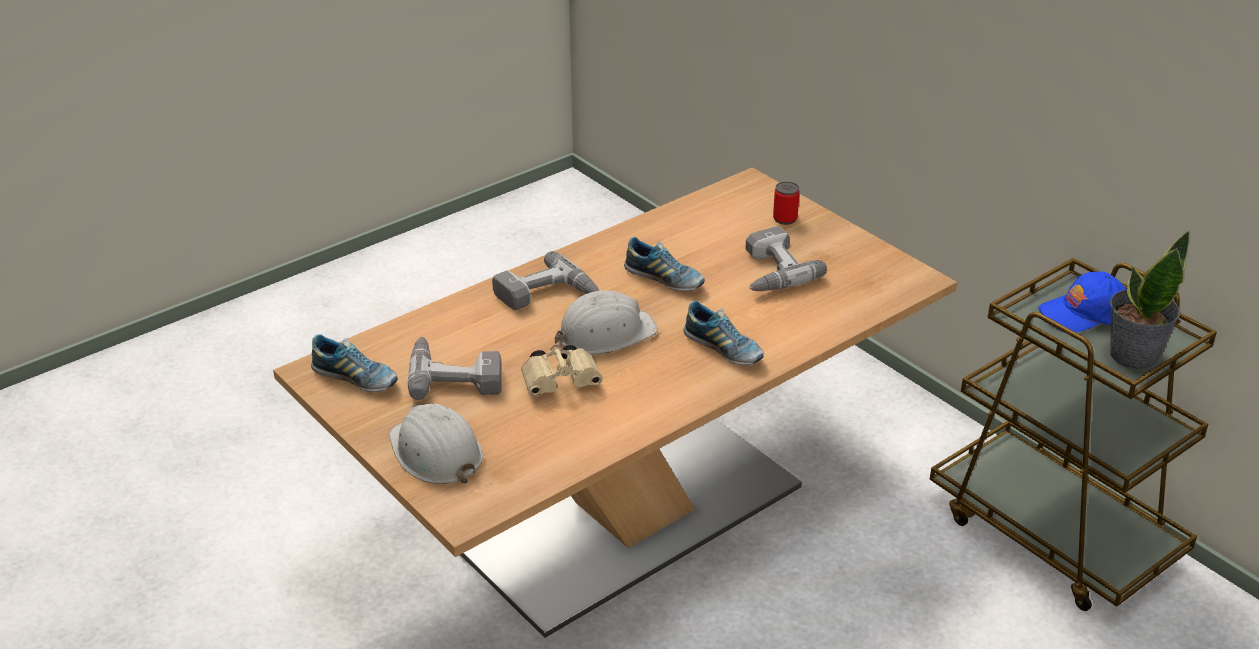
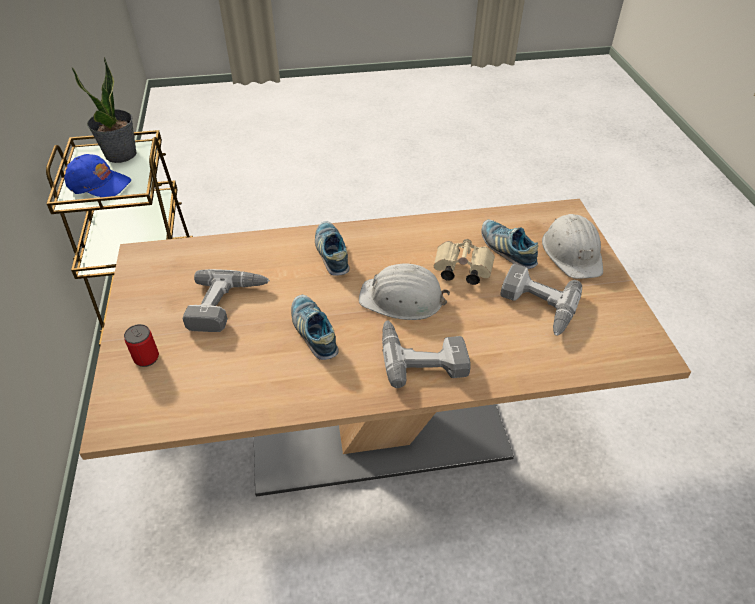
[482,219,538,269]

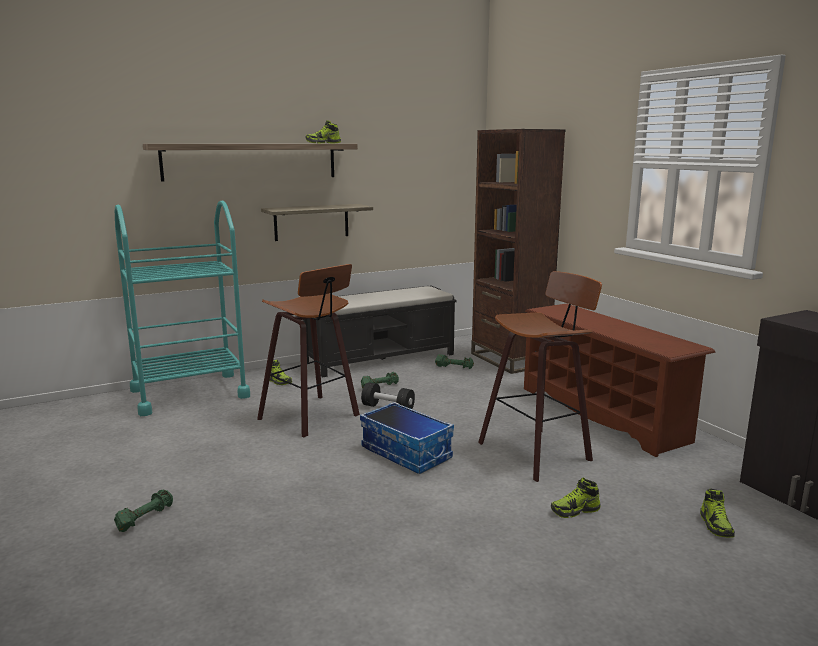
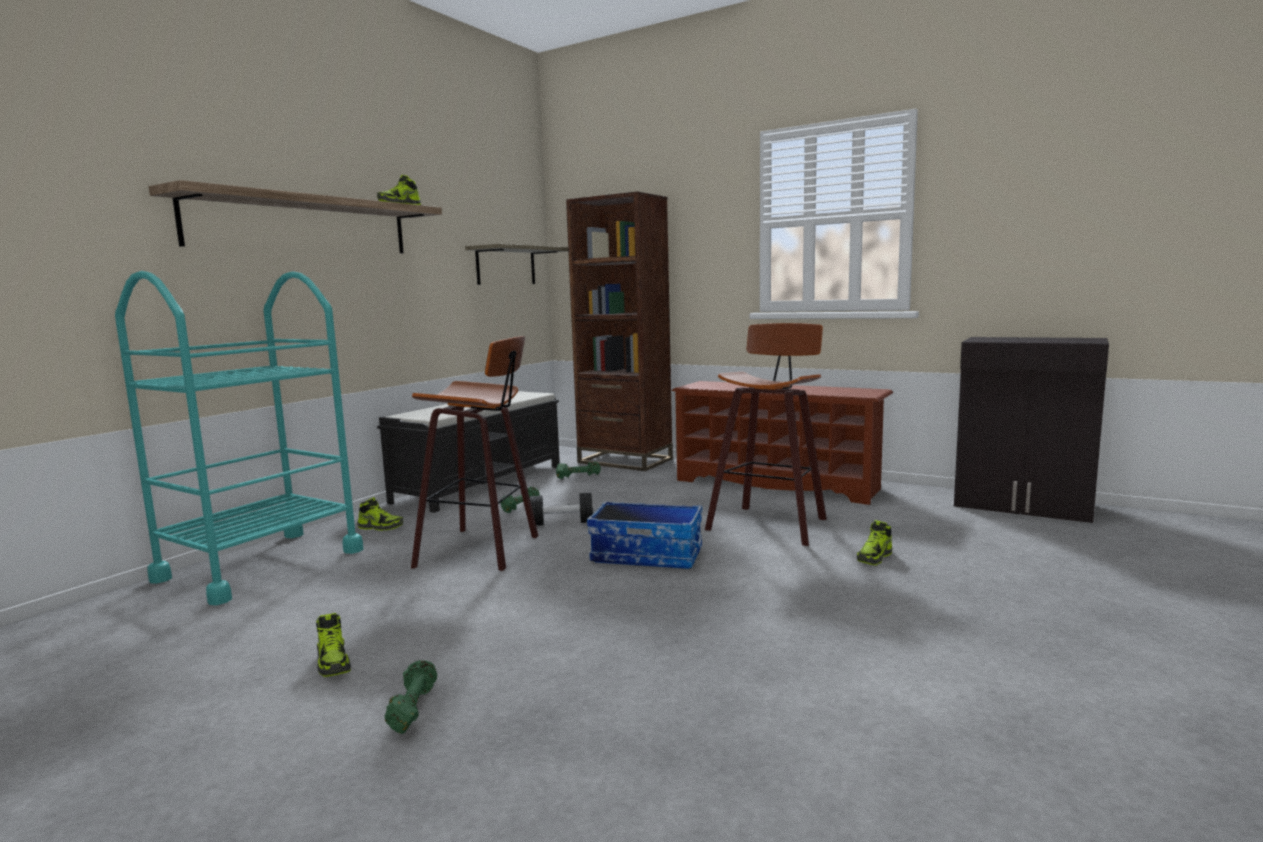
[465,244,568,285]
[316,613,351,677]

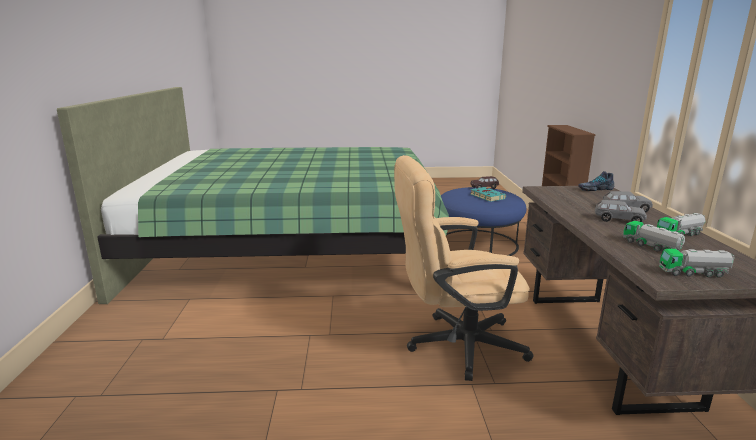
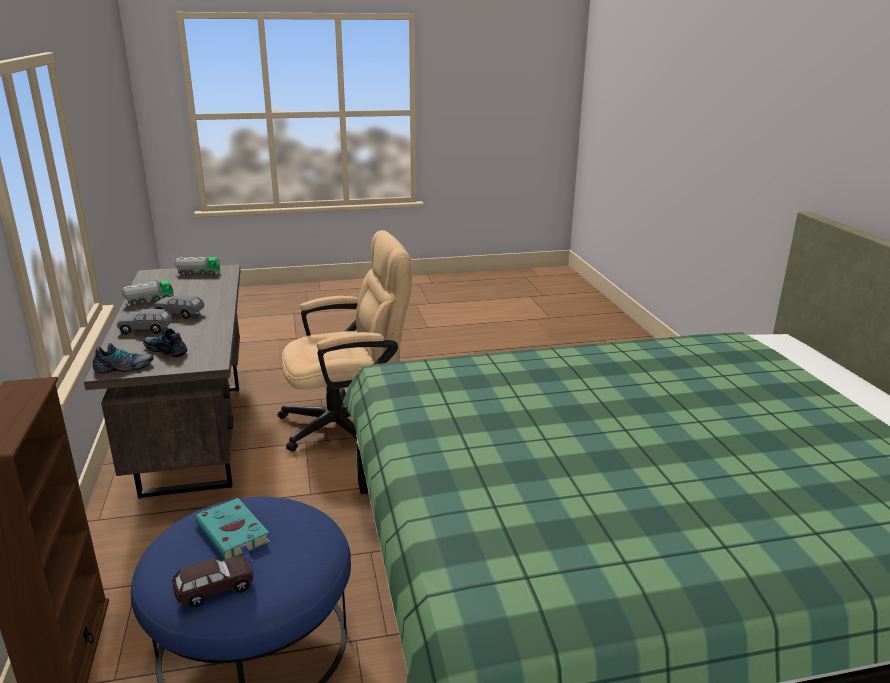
[623,221,685,252] (first image)
[143,328,187,357]

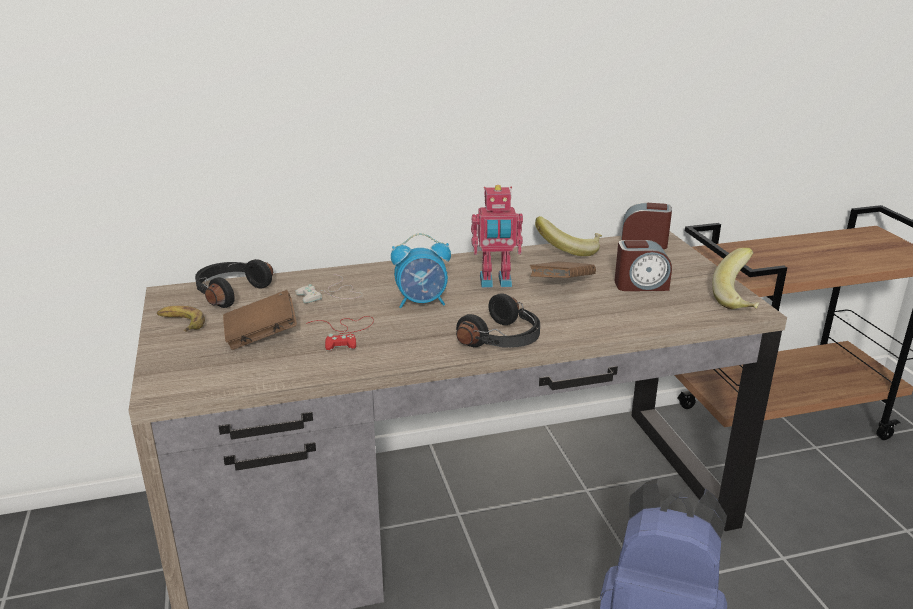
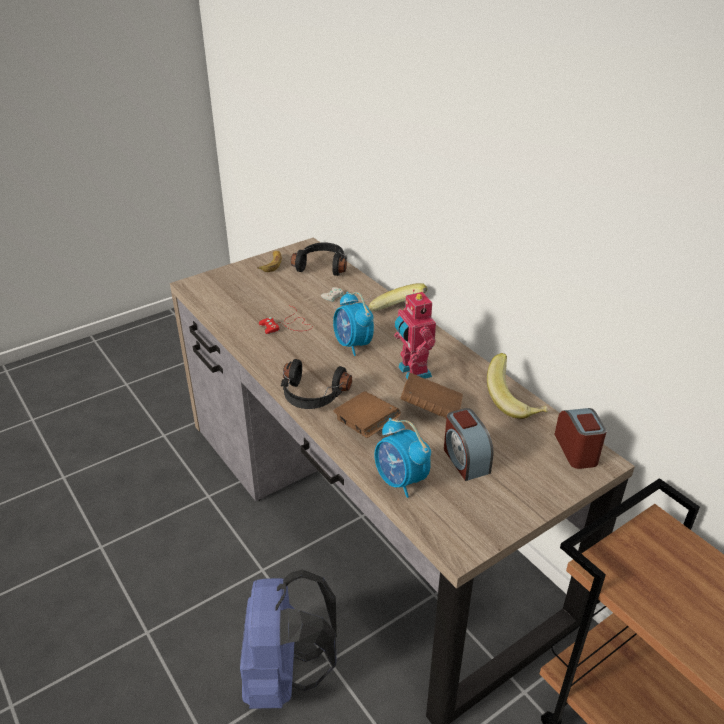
[369,283,428,312]
[333,392,401,438]
[374,418,431,498]

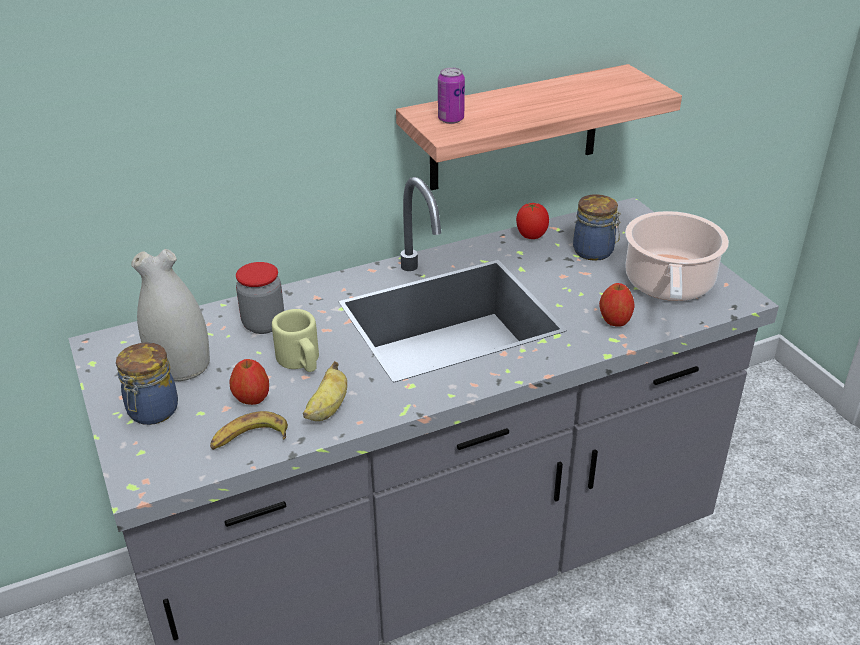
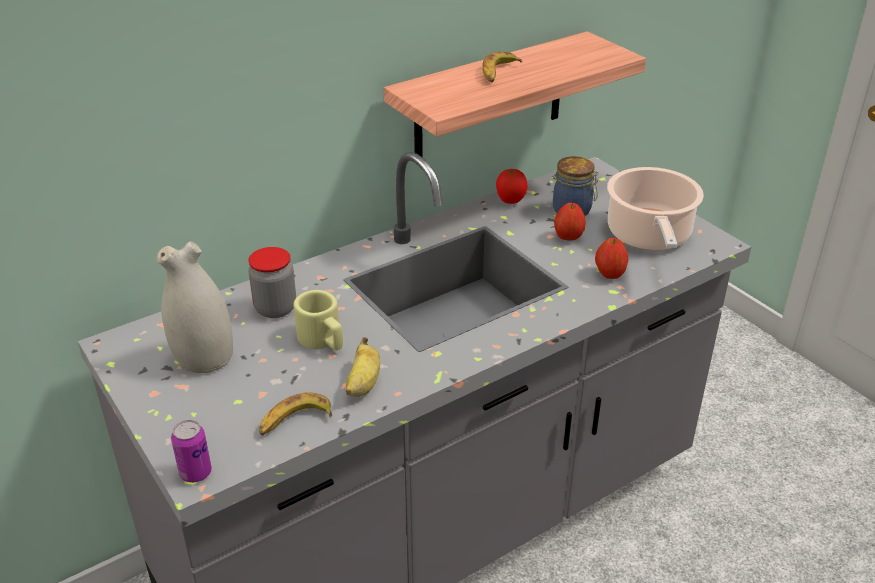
[171,420,212,483]
[116,342,178,425] (first image)
[554,203,586,241]
[482,52,522,82]

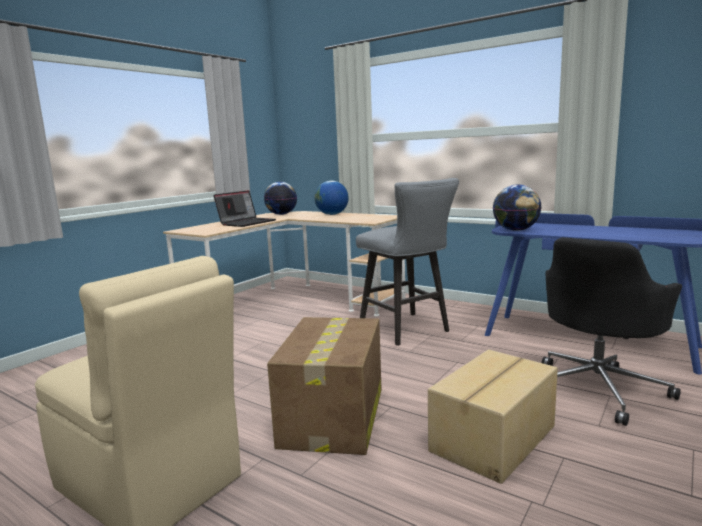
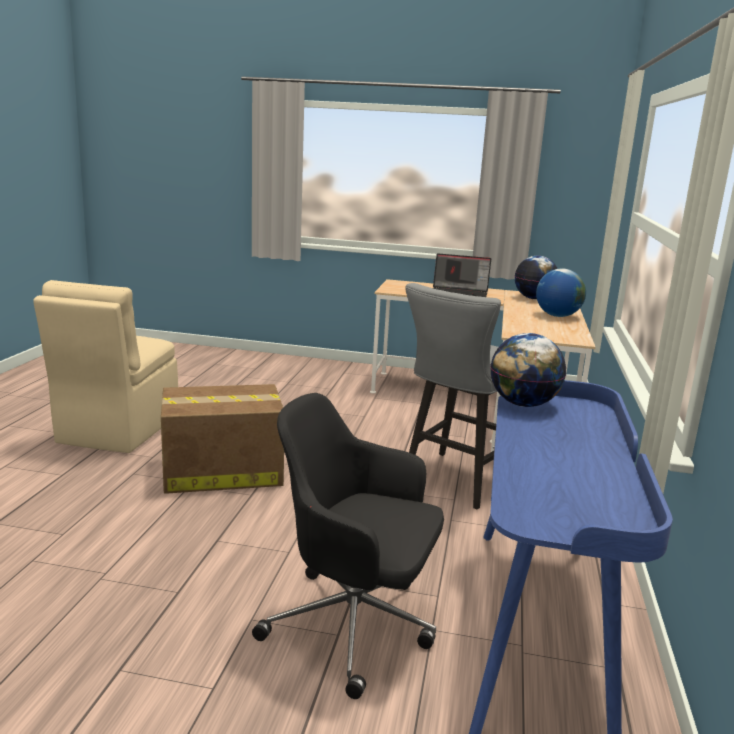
[428,350,558,484] (first image)

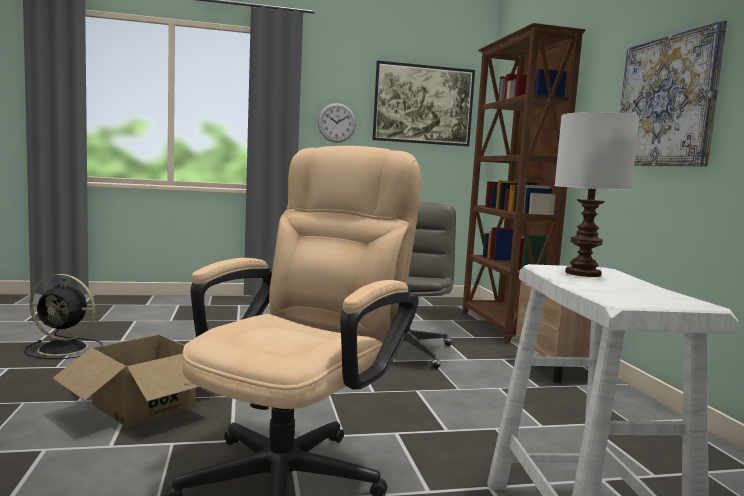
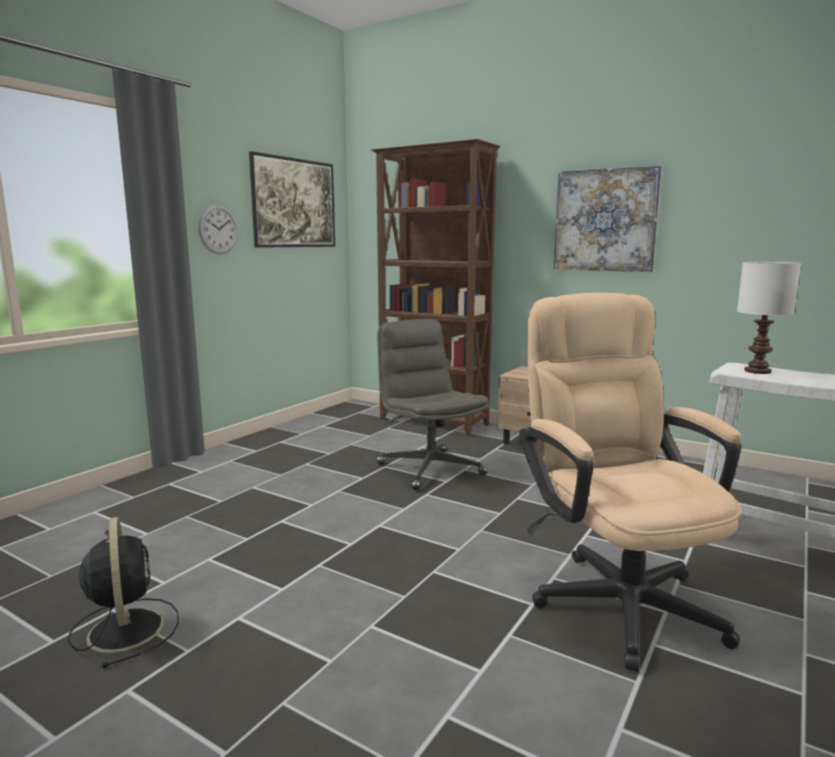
[68,517,179,668]
[52,335,200,427] (first image)

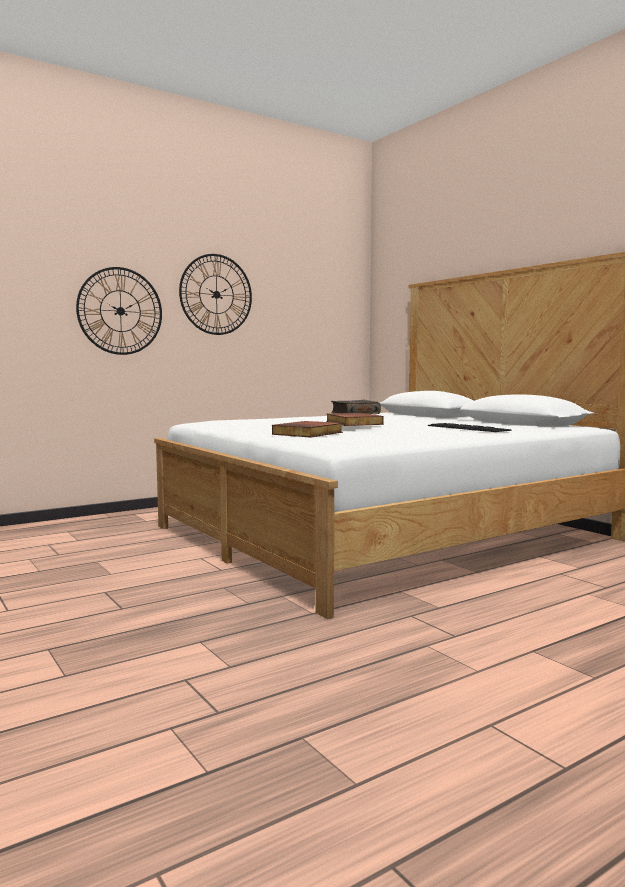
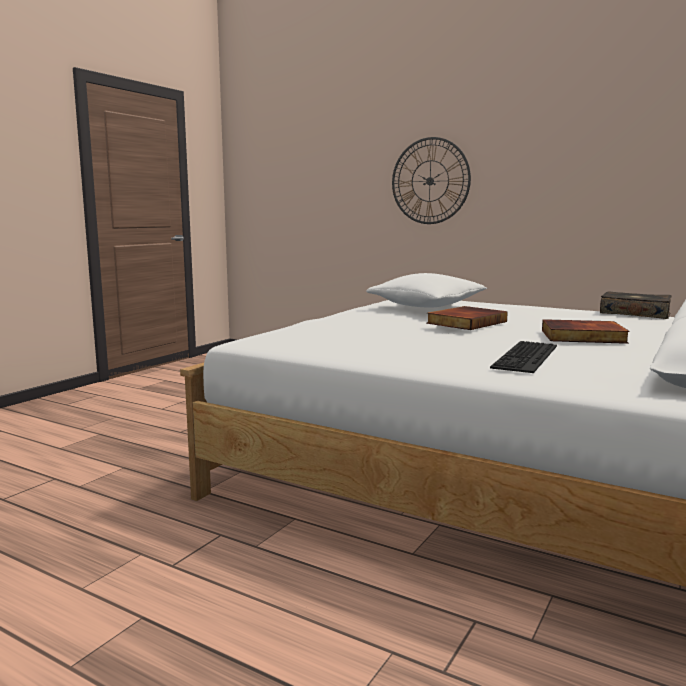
[179,254,252,335] (first image)
[542,319,630,344]
[366,273,487,307]

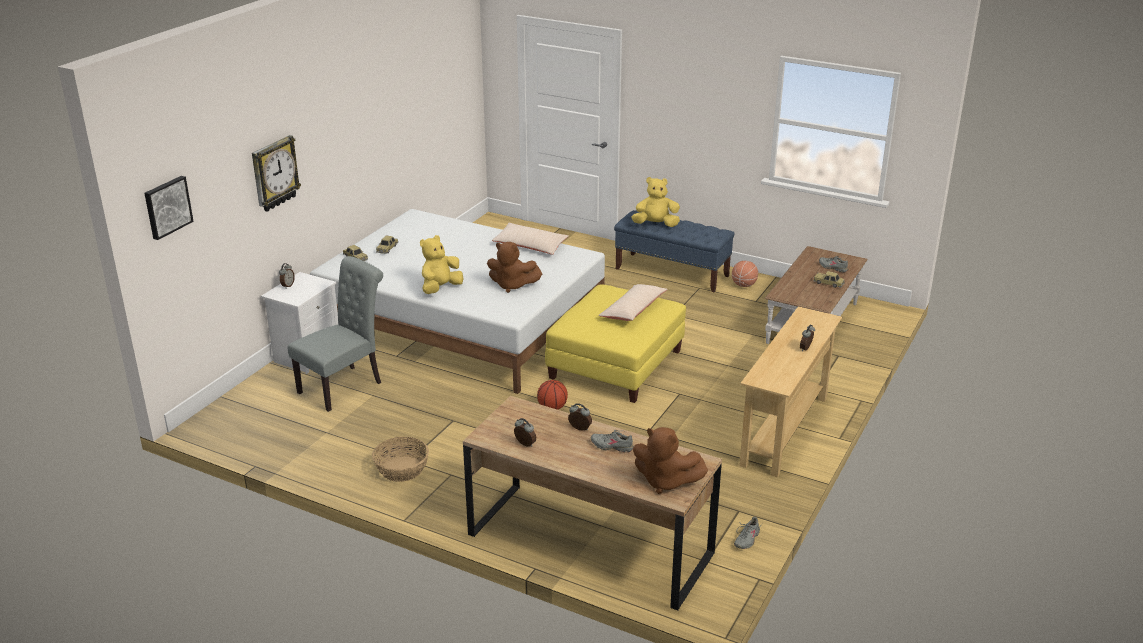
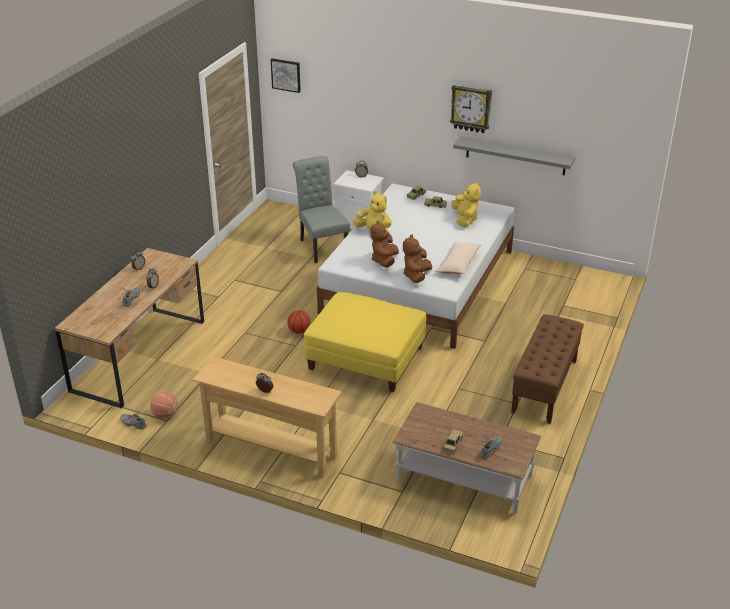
[450,84,492,133]
[451,181,481,227]
[511,314,584,424]
[293,156,350,263]
[150,392,178,419]
[599,284,668,321] (first image)
[403,235,432,283]
[372,437,429,482] (first image)
[453,136,575,175]

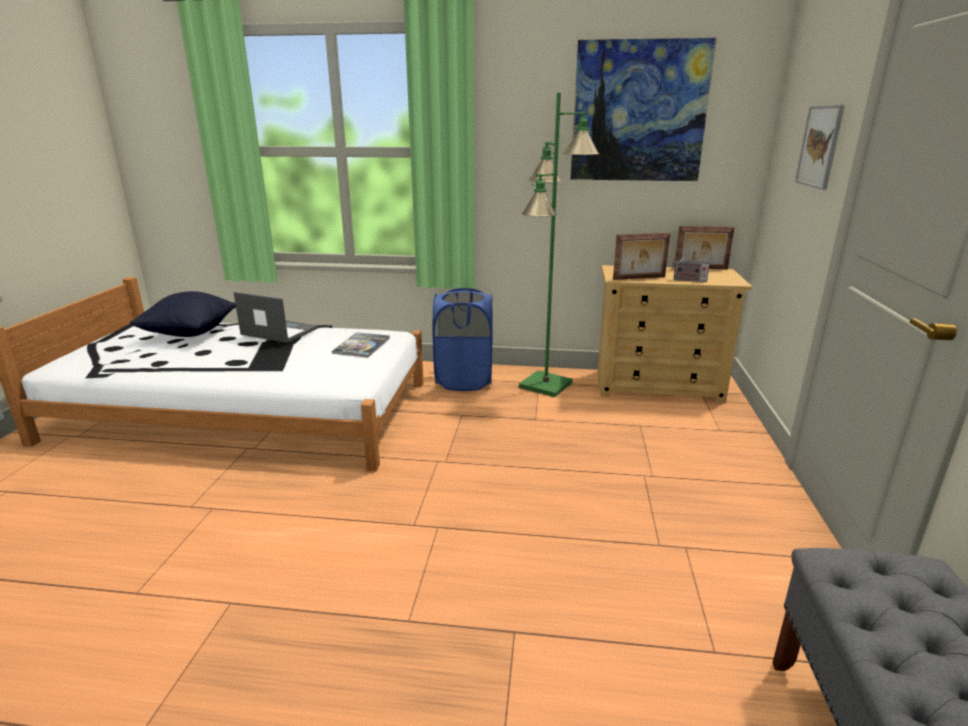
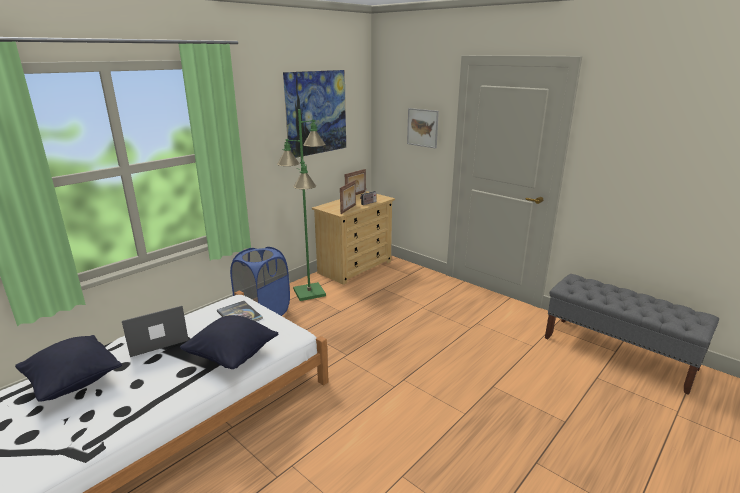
[180,315,279,369]

